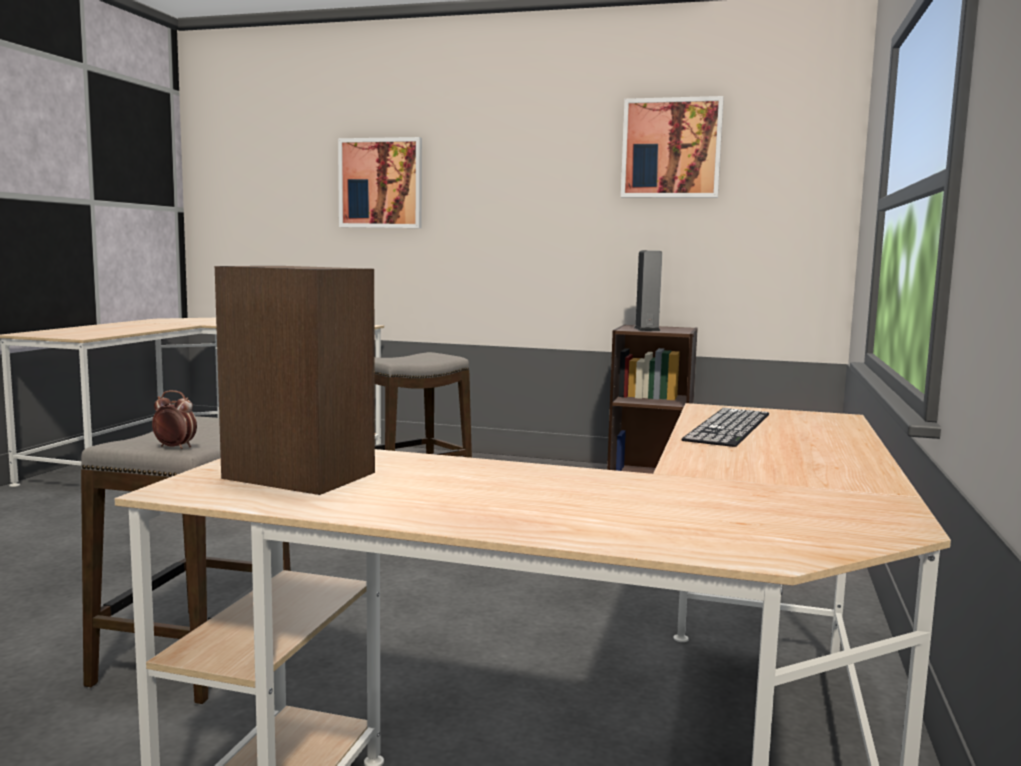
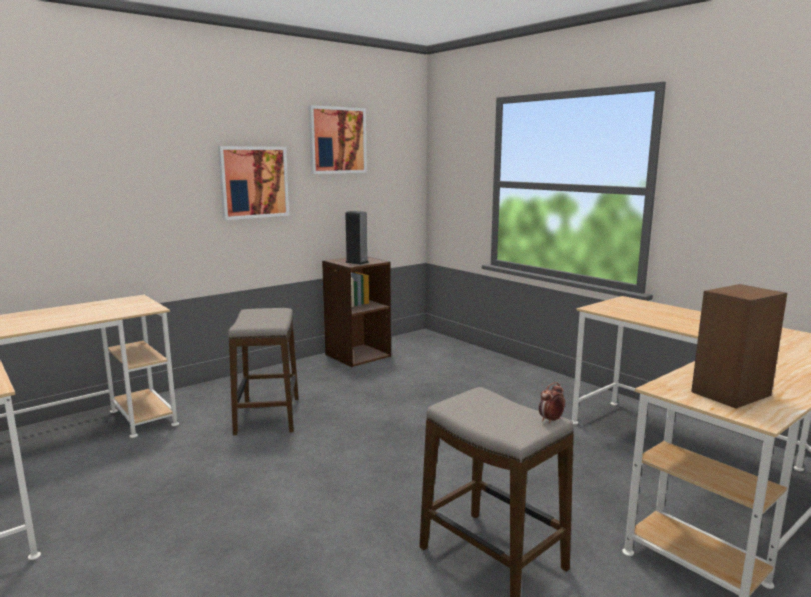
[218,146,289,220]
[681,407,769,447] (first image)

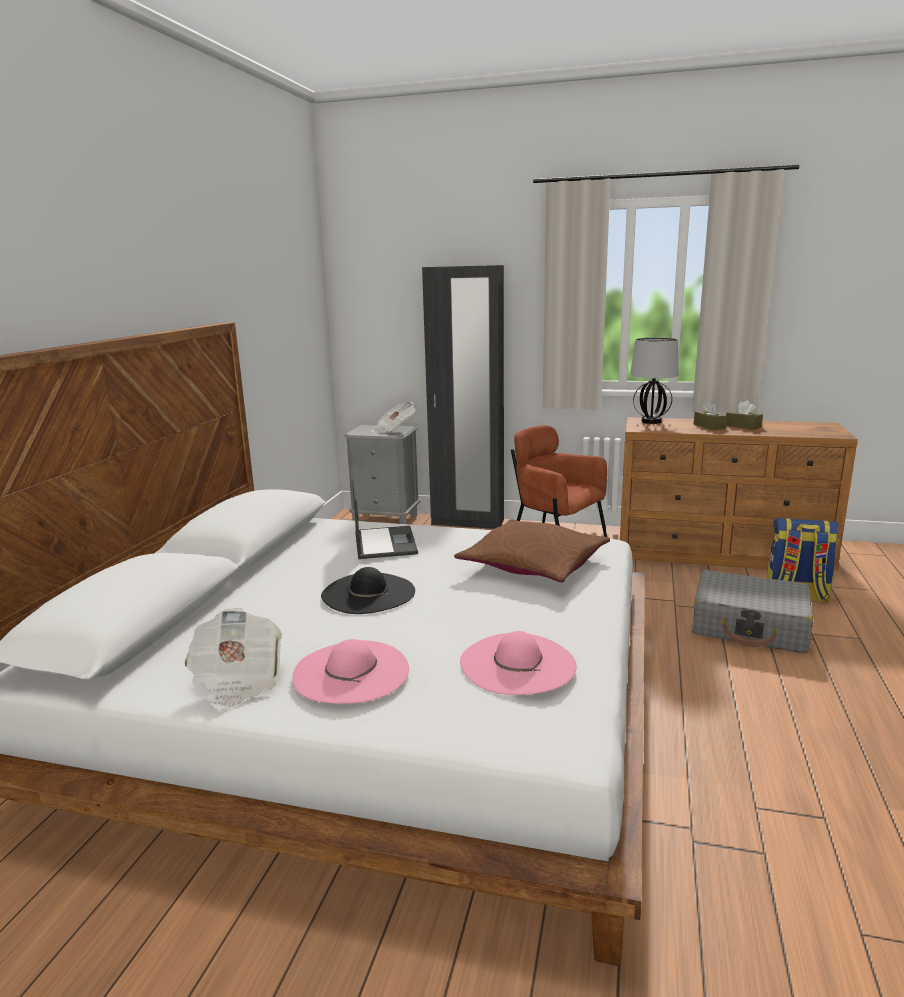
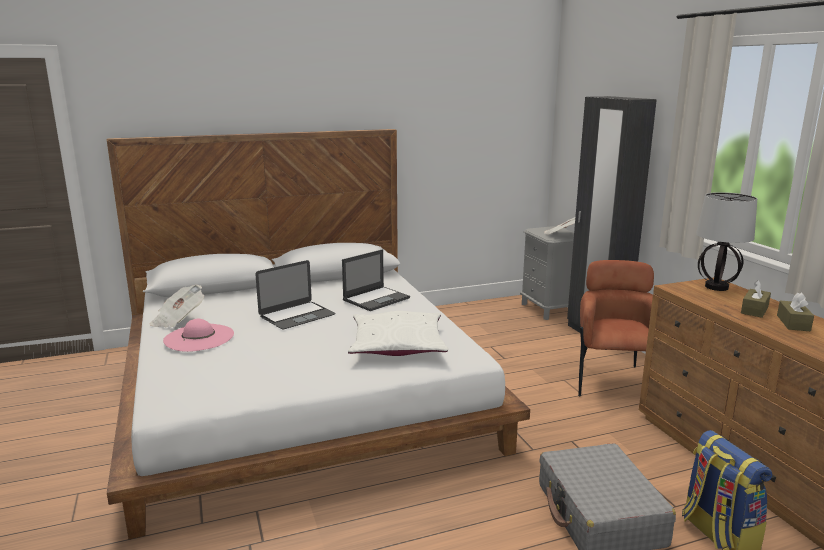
[348,311,448,356]
[255,260,335,329]
[460,631,577,695] (first image)

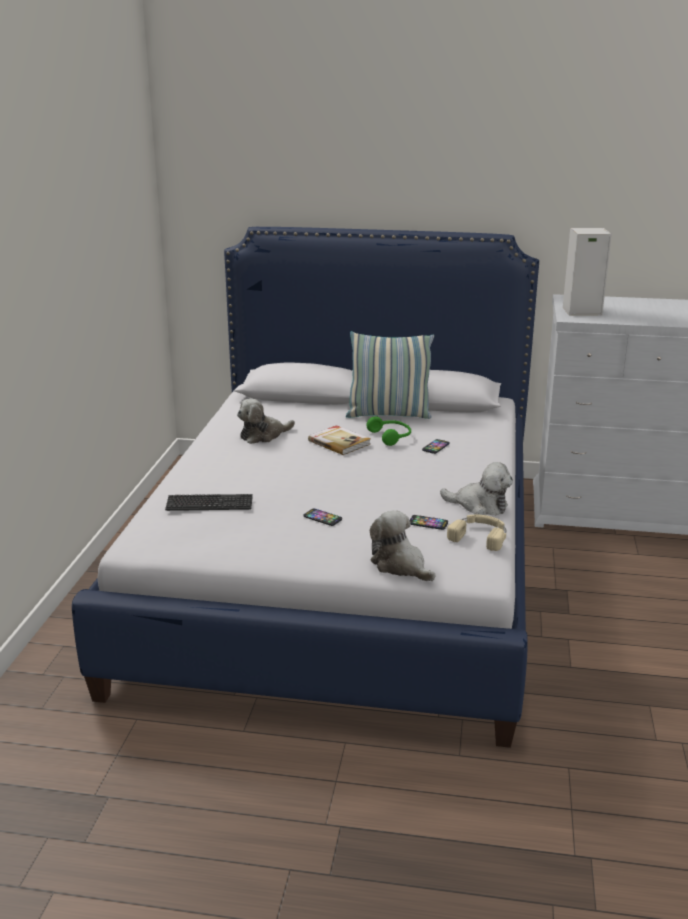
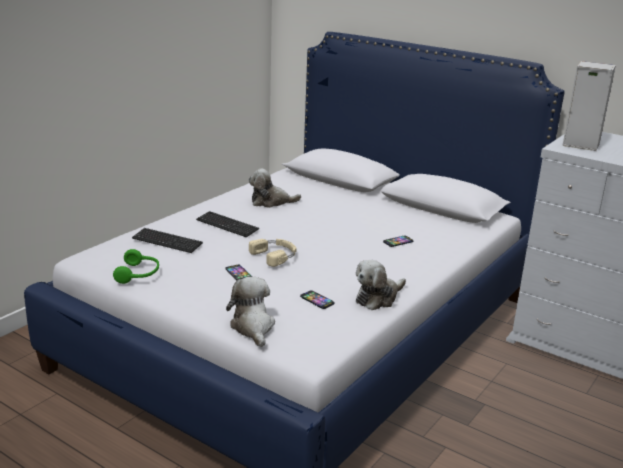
[346,331,434,419] (first image)
[113,249,159,284]
[308,425,371,455] (first image)
[356,260,406,310]
[249,239,296,267]
[196,211,259,237]

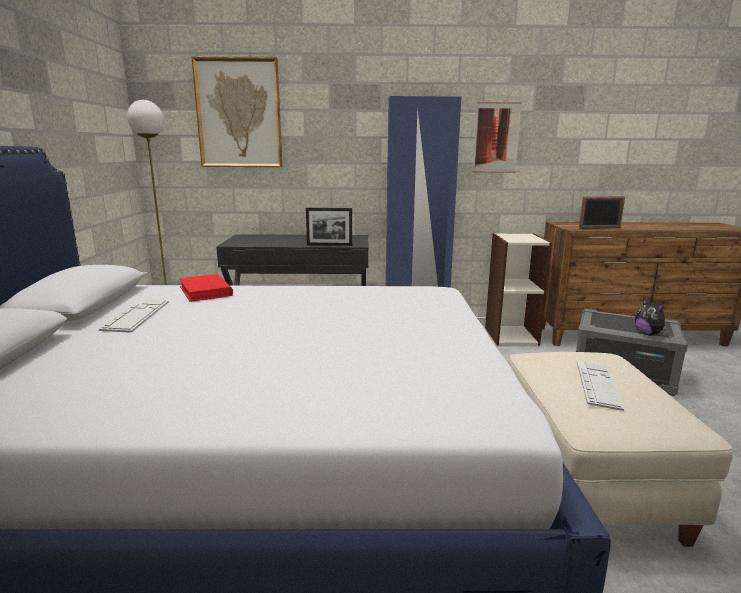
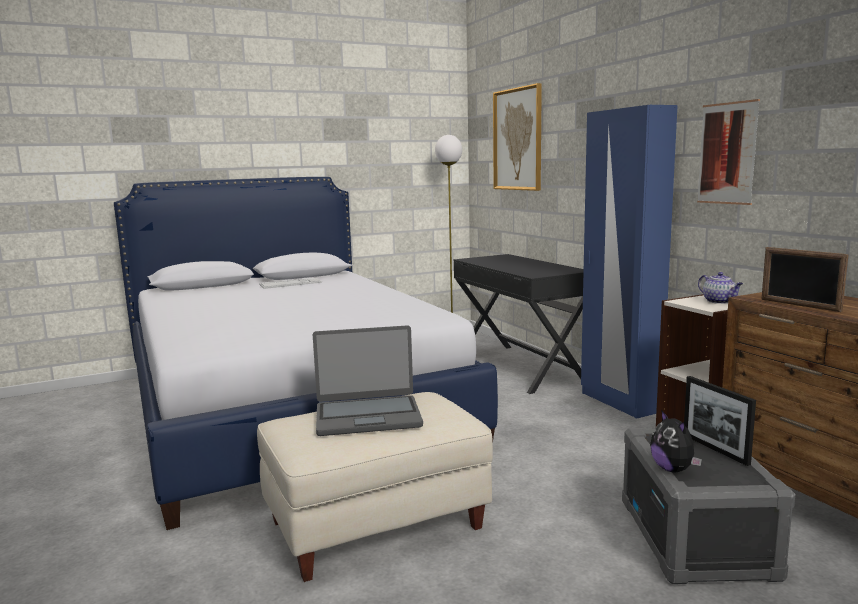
[684,376,756,466]
[179,274,233,302] (first image)
[650,410,702,473]
[313,325,423,436]
[698,272,743,304]

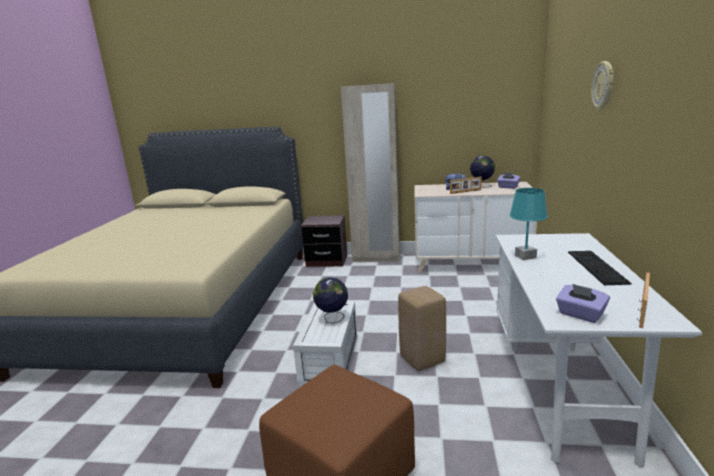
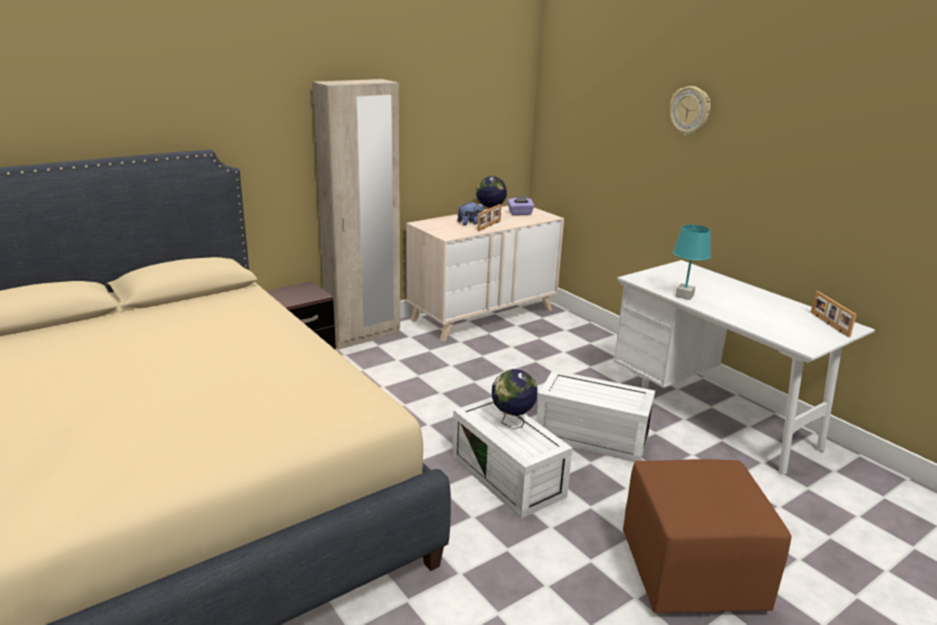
[568,251,632,285] (first image)
[556,284,610,323] (first image)
[536,370,655,462]

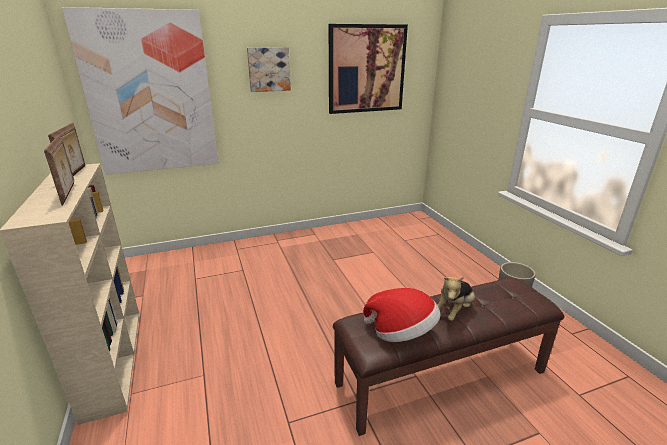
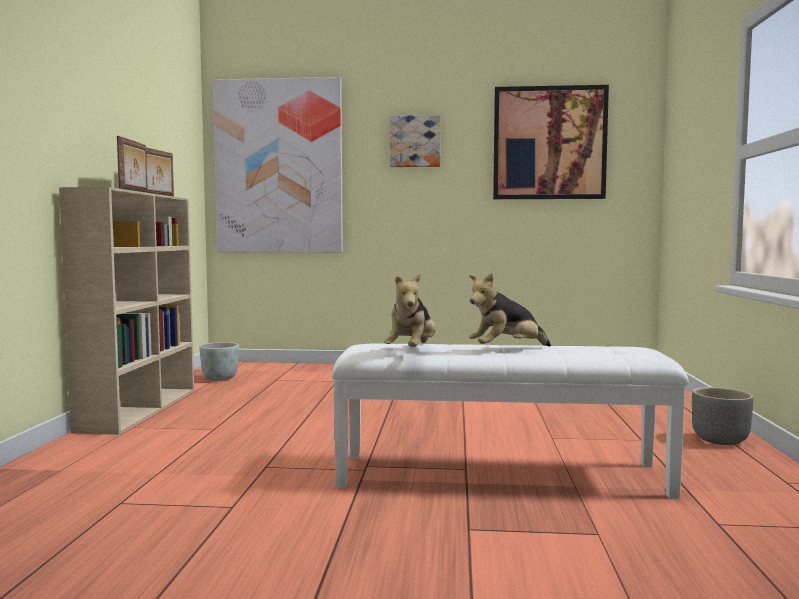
[332,343,689,499]
[384,273,436,347]
[199,342,239,381]

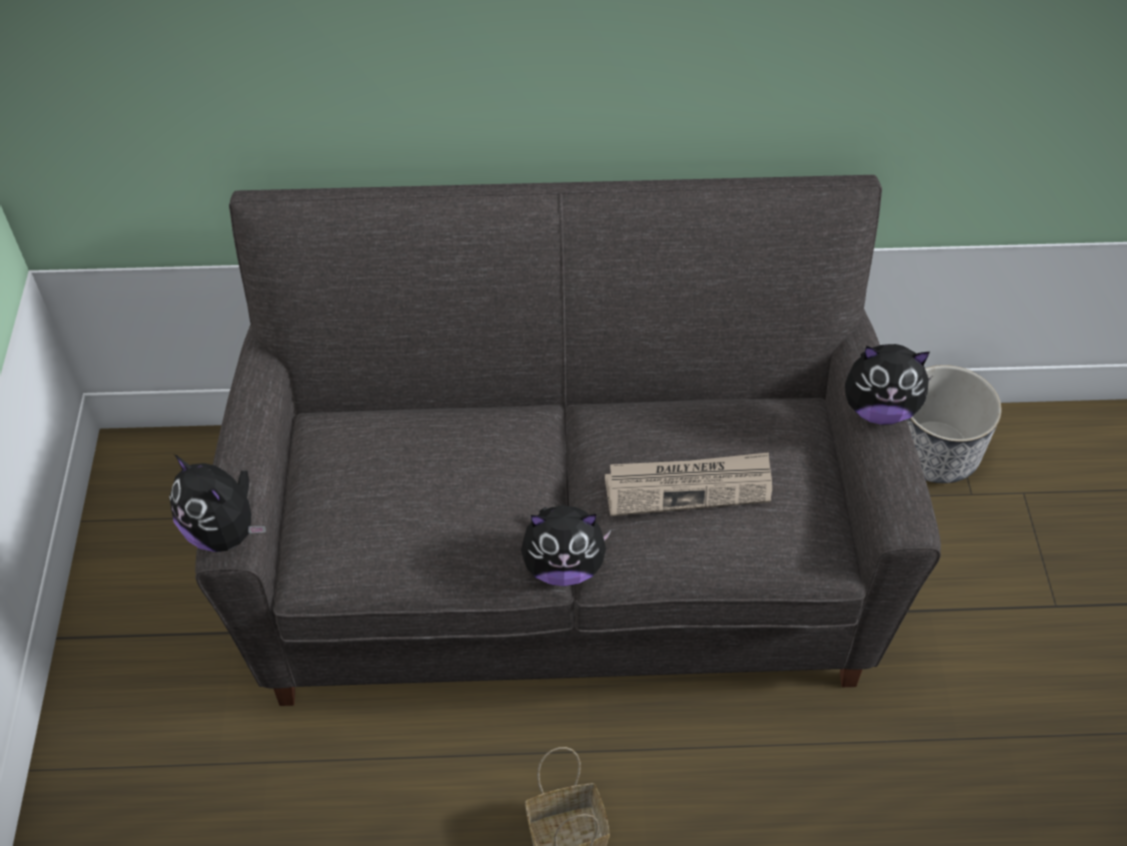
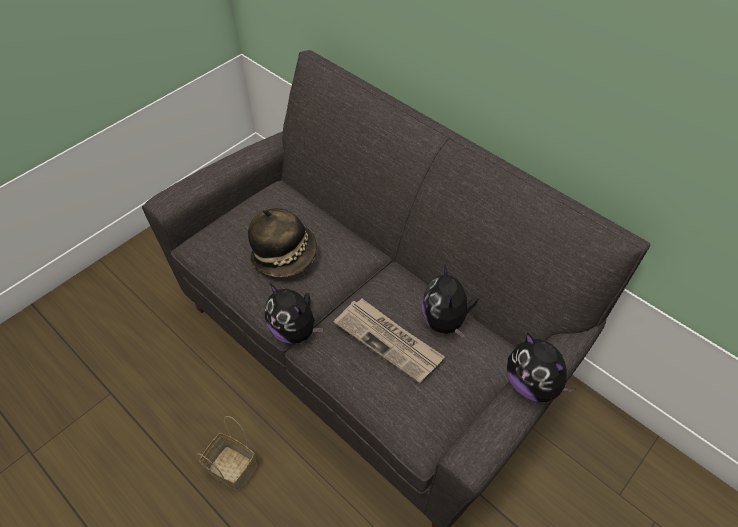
[907,365,1002,483] (first image)
[422,264,479,338]
[248,208,317,277]

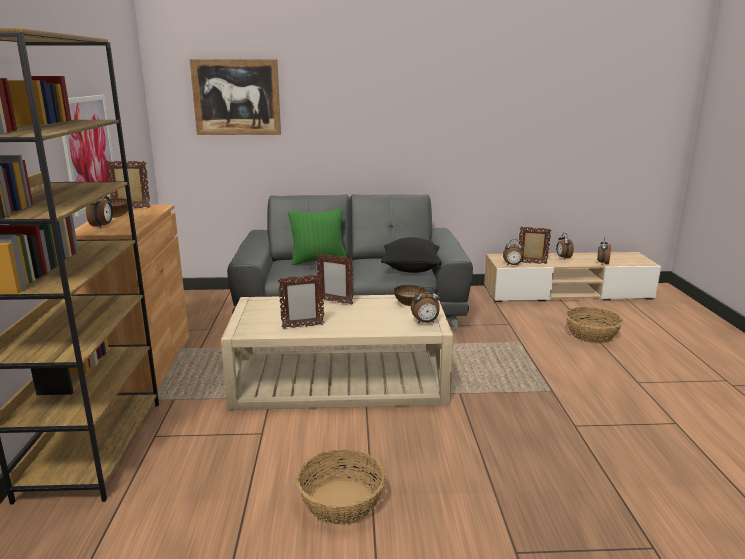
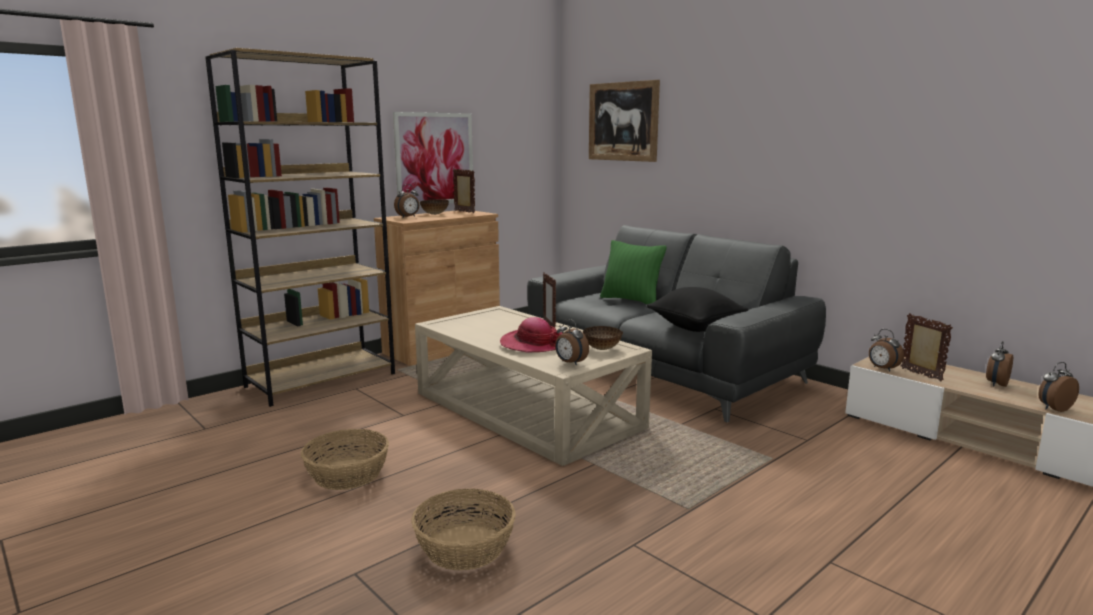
[278,274,325,329] (first image)
[411,489,516,571]
[500,317,562,352]

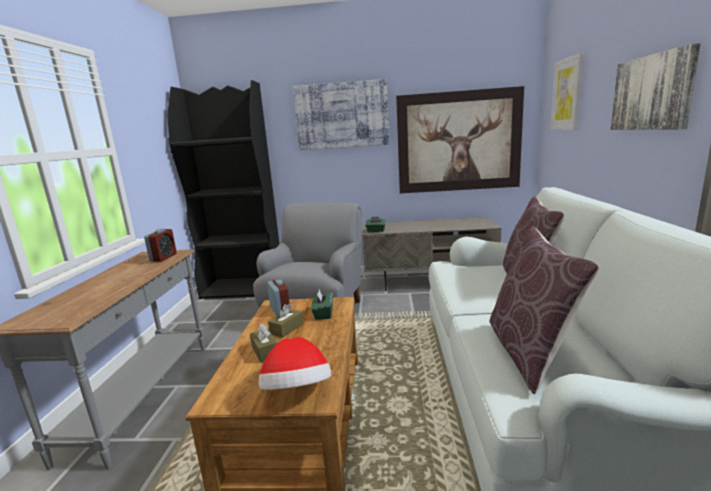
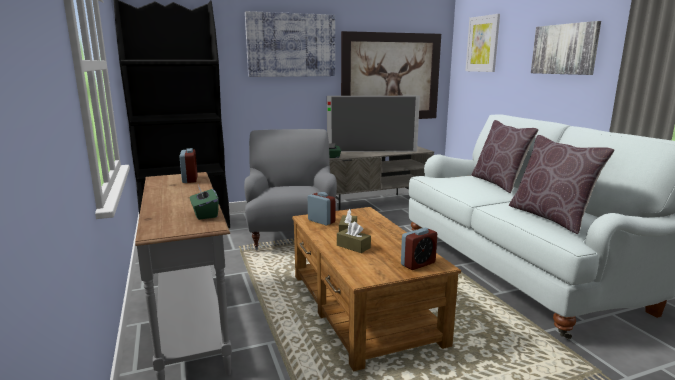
[190,185,219,220]
[401,227,437,270]
[327,96,420,152]

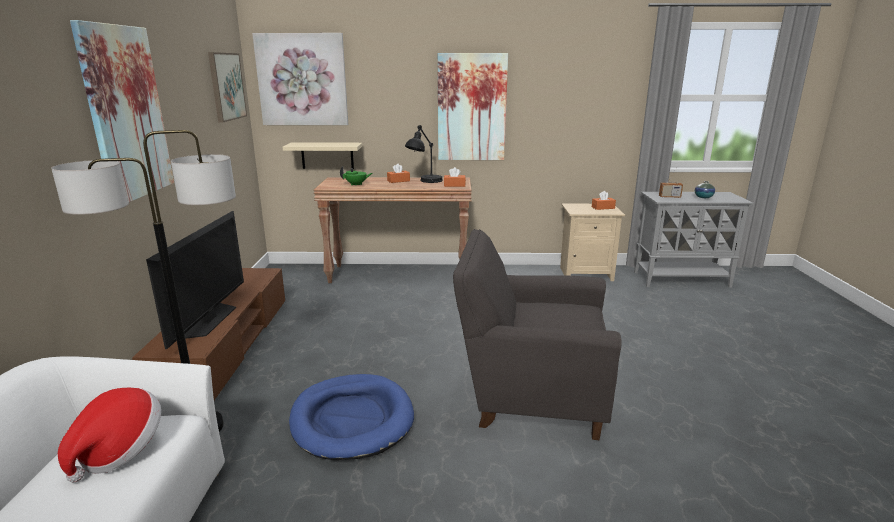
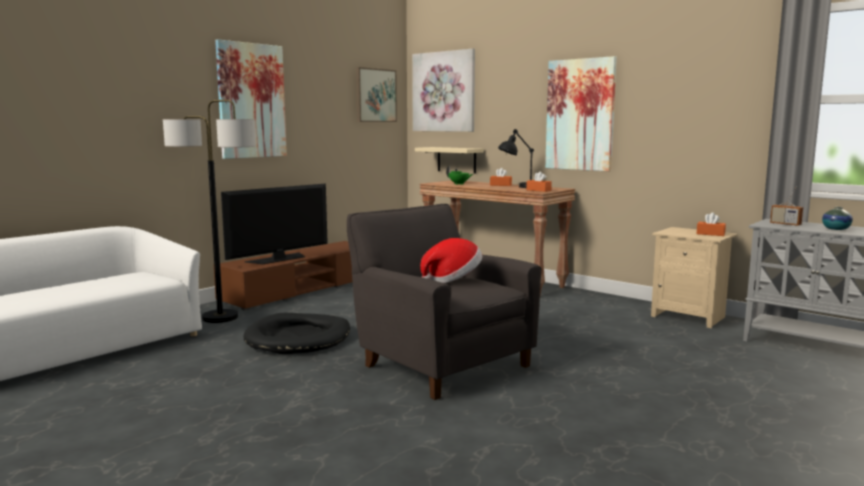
[243,313,350,354]
[420,238,482,283]

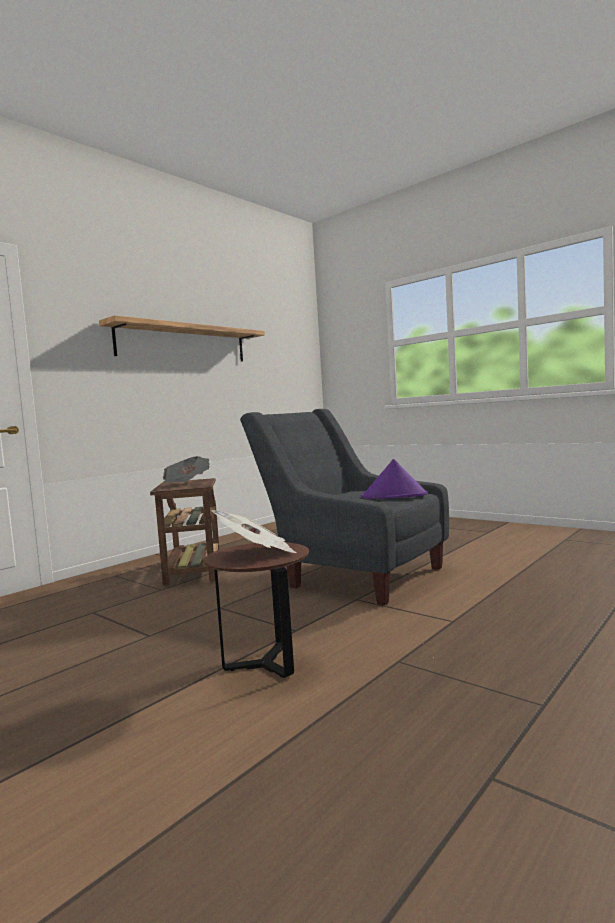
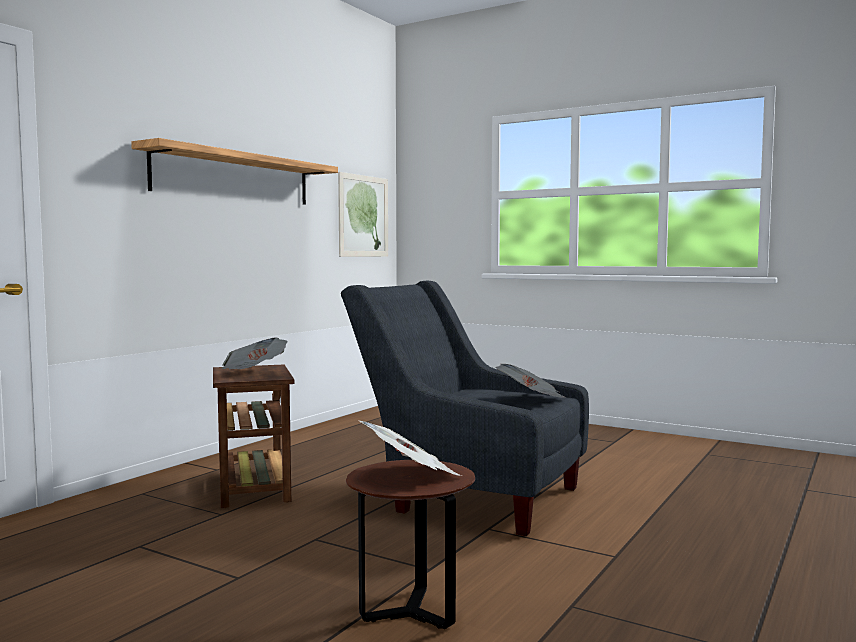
[495,364,564,398]
[338,172,388,257]

